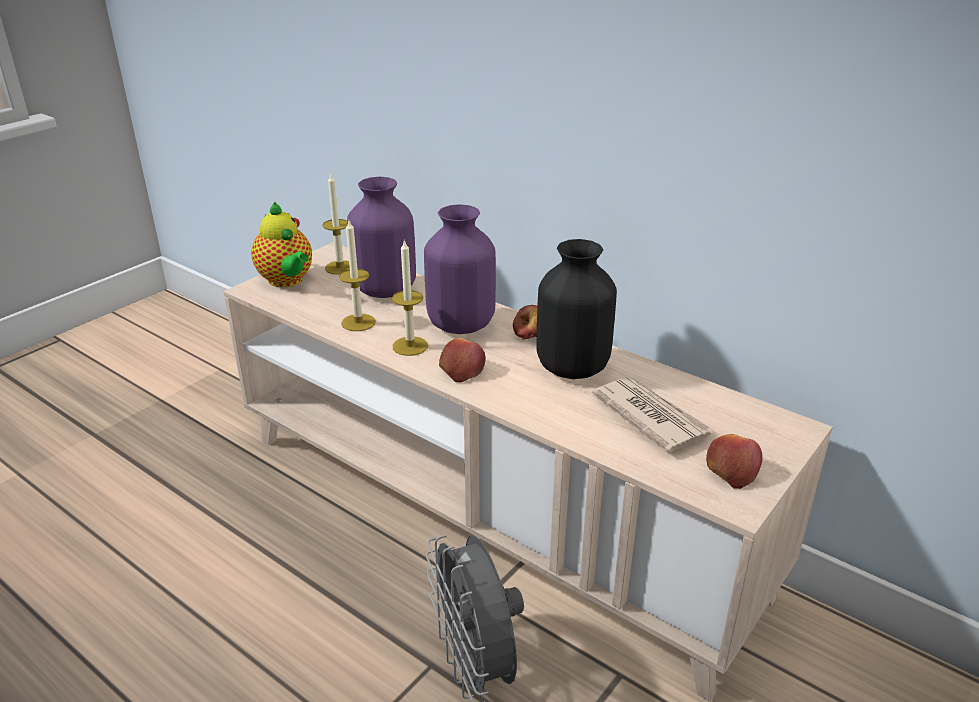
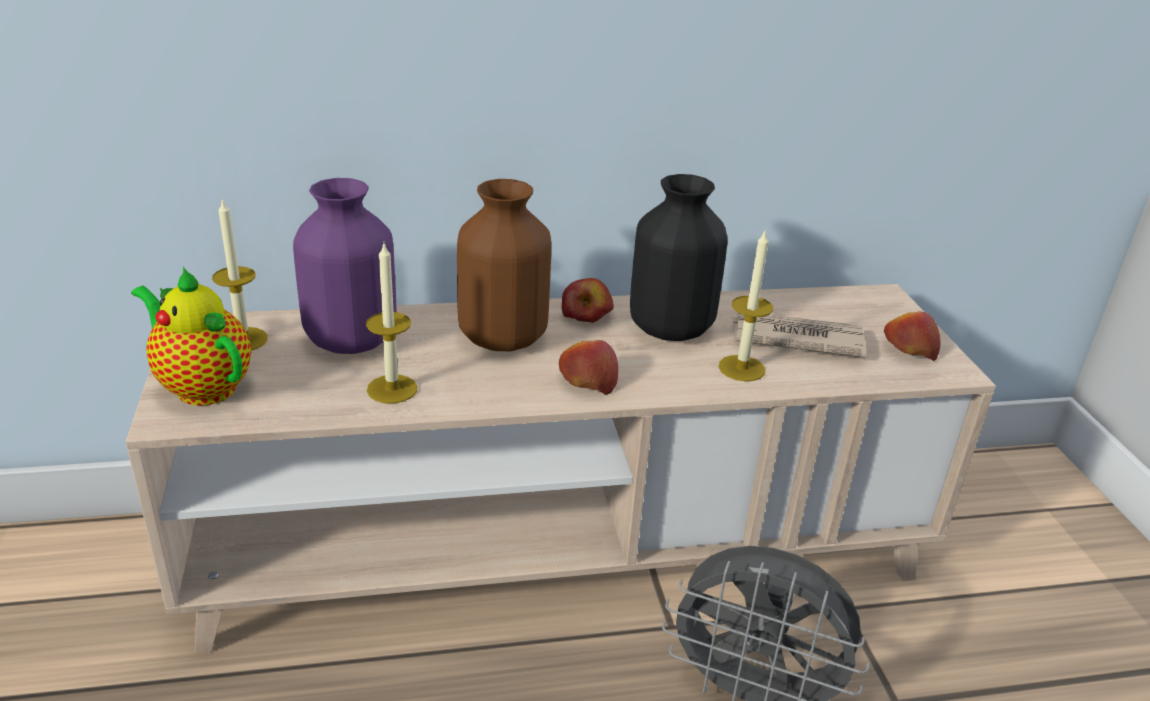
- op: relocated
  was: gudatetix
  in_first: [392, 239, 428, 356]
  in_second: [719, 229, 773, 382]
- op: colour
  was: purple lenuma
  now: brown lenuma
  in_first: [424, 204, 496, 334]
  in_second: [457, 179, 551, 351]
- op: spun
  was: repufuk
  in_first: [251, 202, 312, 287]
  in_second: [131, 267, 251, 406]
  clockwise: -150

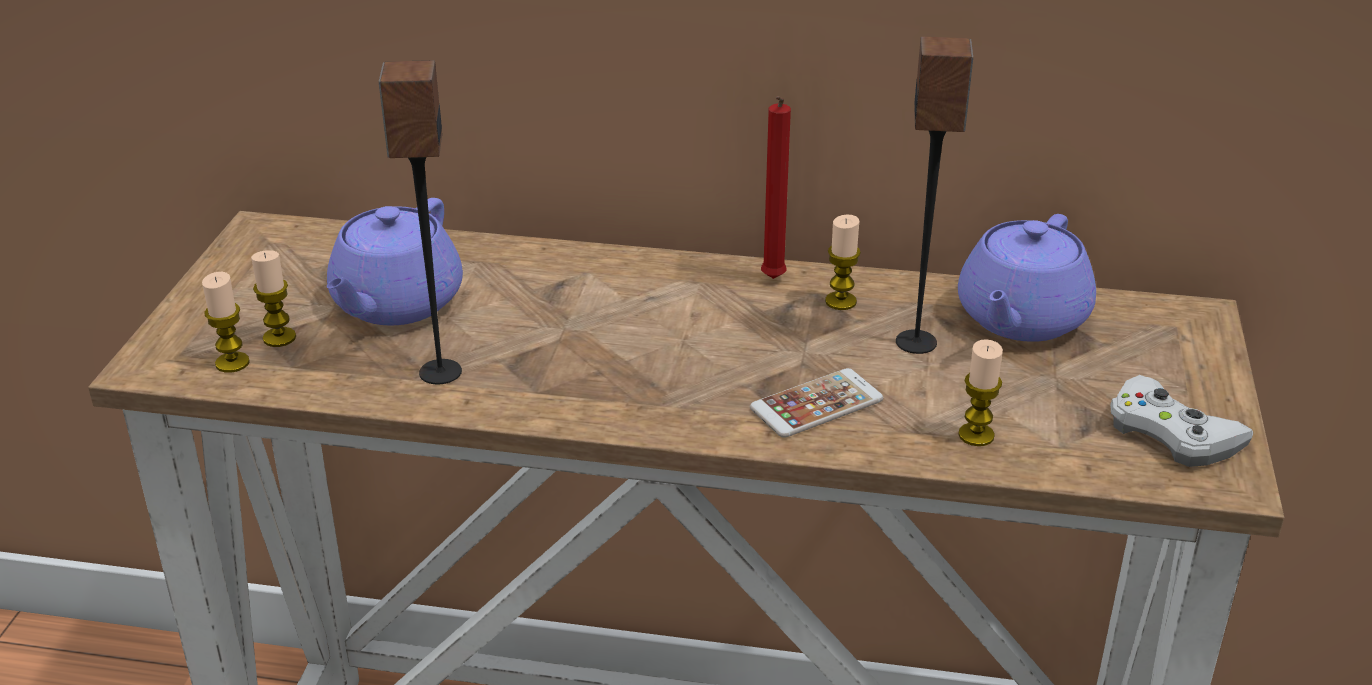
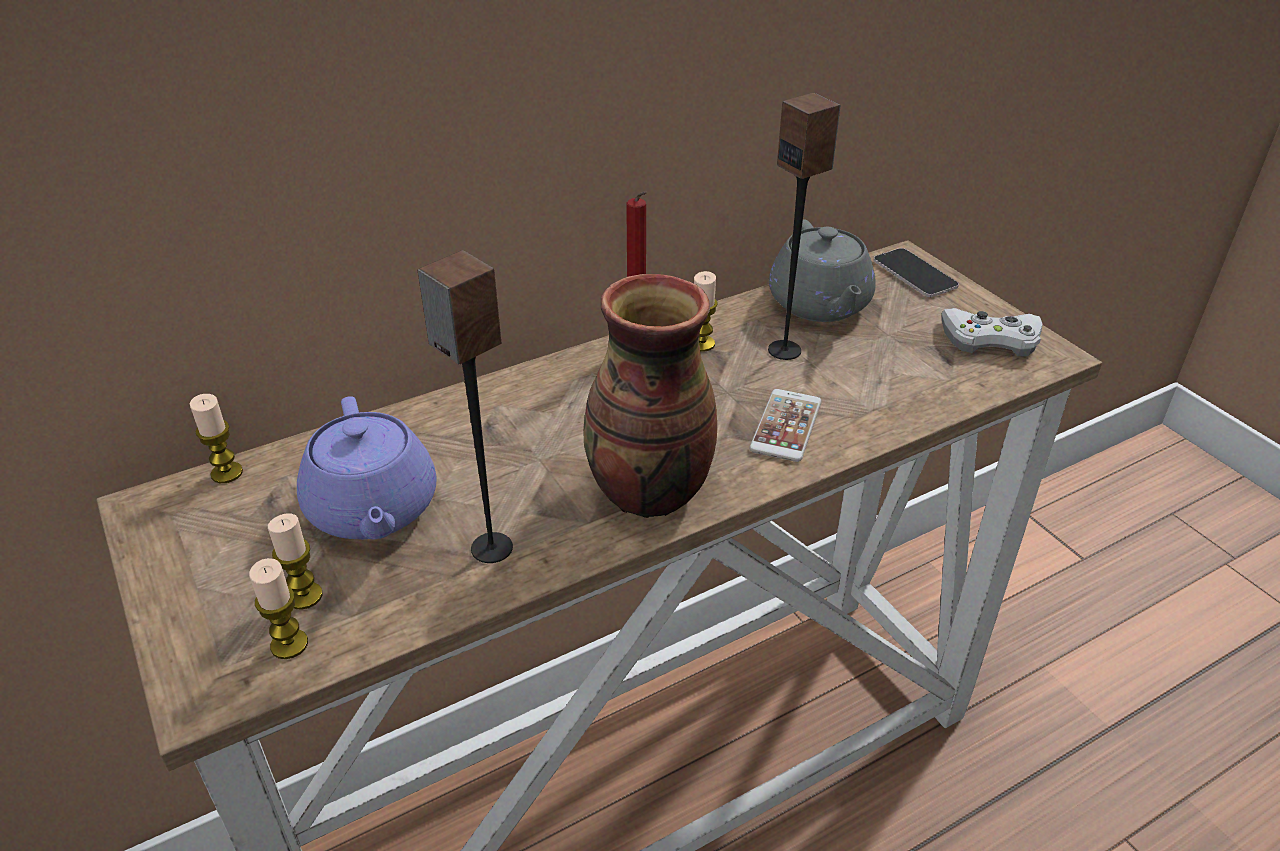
- op: appeared
  now: lenuma
  in_second: [583, 274, 717, 518]
- op: appeared
  now: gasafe
  in_second: [874, 248, 959, 297]
- op: relocated
  was: gudatetix
  in_first: [958, 339, 1003, 446]
  in_second: [190, 394, 243, 483]
- op: colour
  was: purple repufuk
  now: grey repufuk
  in_first: [958, 214, 1096, 342]
  in_second: [769, 219, 876, 322]

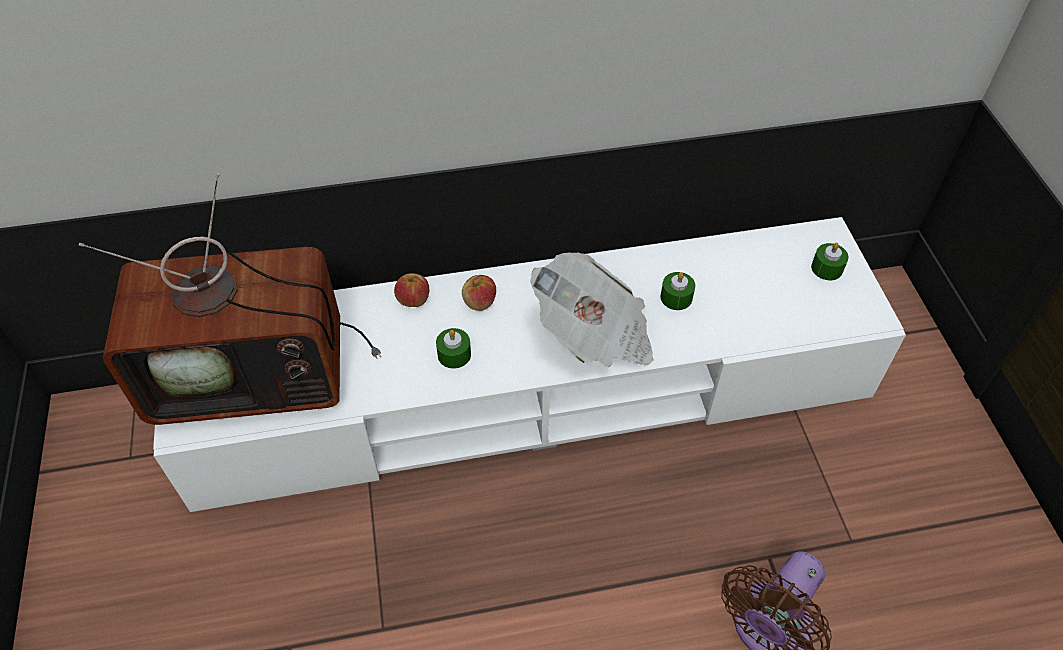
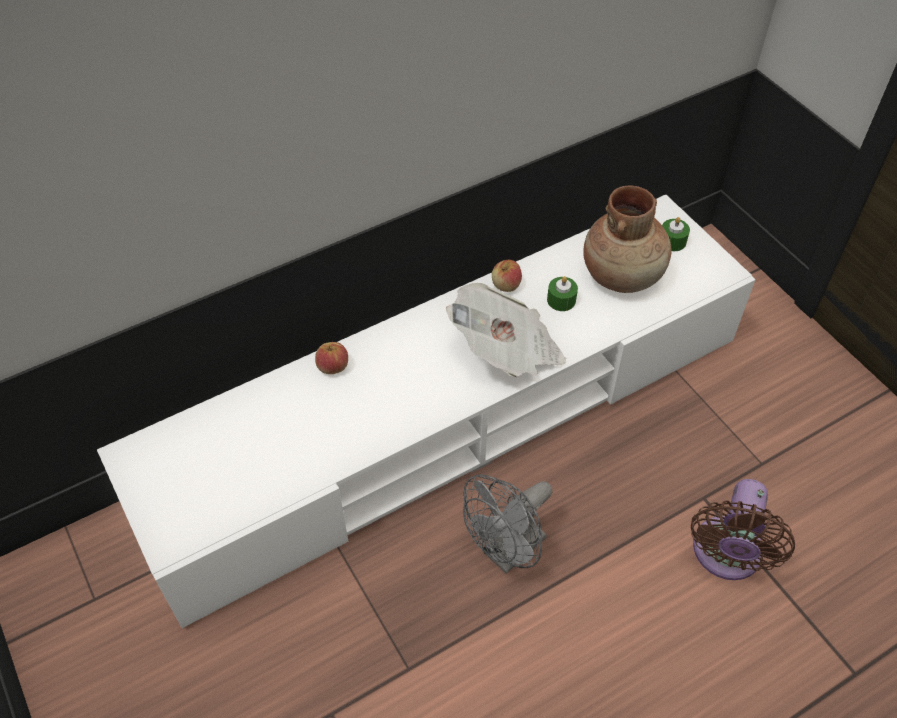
- op: missing
  was: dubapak
  in_first: [79, 173, 381, 425]
- op: missing
  was: green gudatetix
  in_first: [436, 328, 471, 369]
- op: appeared
  now: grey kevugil
  in_second: [463, 474, 553, 574]
- op: appeared
  now: brown lenuma
  in_second: [583, 186, 672, 293]
- op: relocated
  was: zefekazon
  in_first: [462, 275, 496, 311]
  in_second: [492, 260, 522, 292]

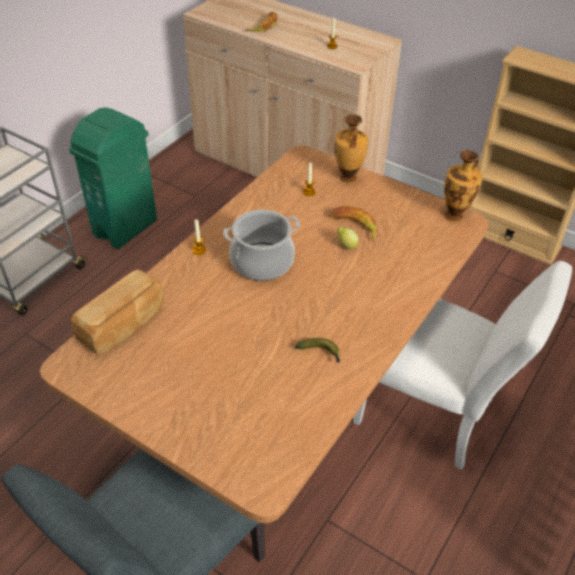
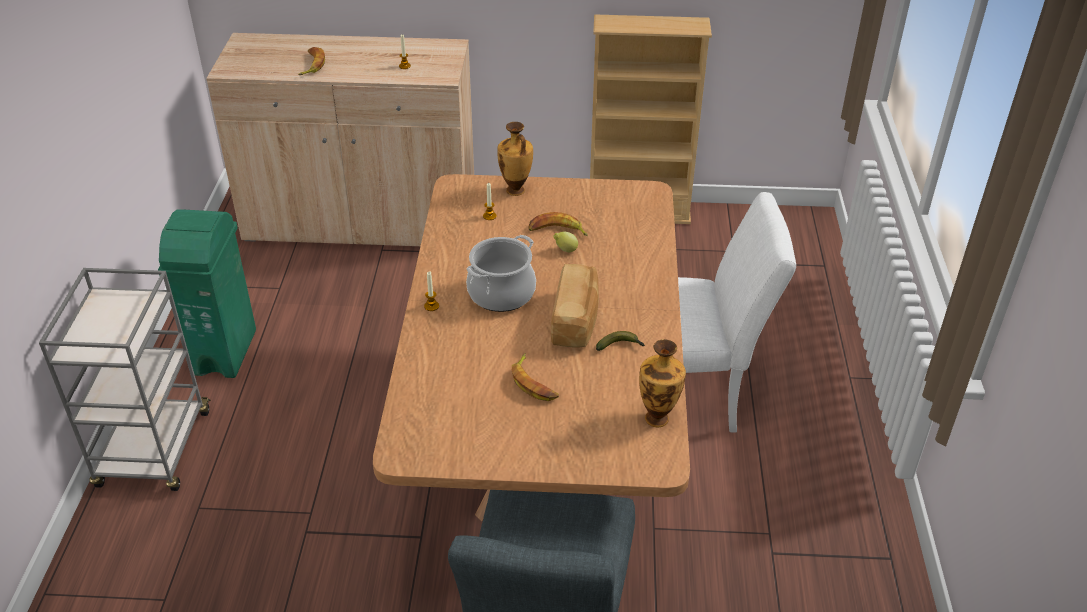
- op: appeared
  now: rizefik
  in_second: [512, 353, 559, 401]
- op: relocated
  was: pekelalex
  in_first: [71, 269, 164, 354]
  in_second: [551, 264, 599, 348]
- op: relocated
  was: lenuma
  in_first: [444, 150, 482, 222]
  in_second: [639, 339, 686, 427]

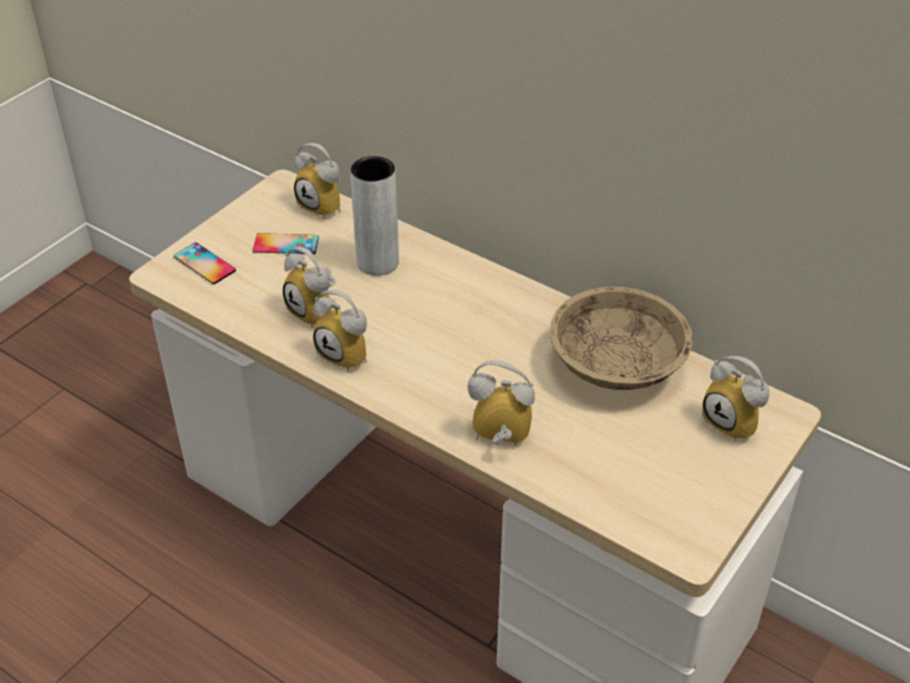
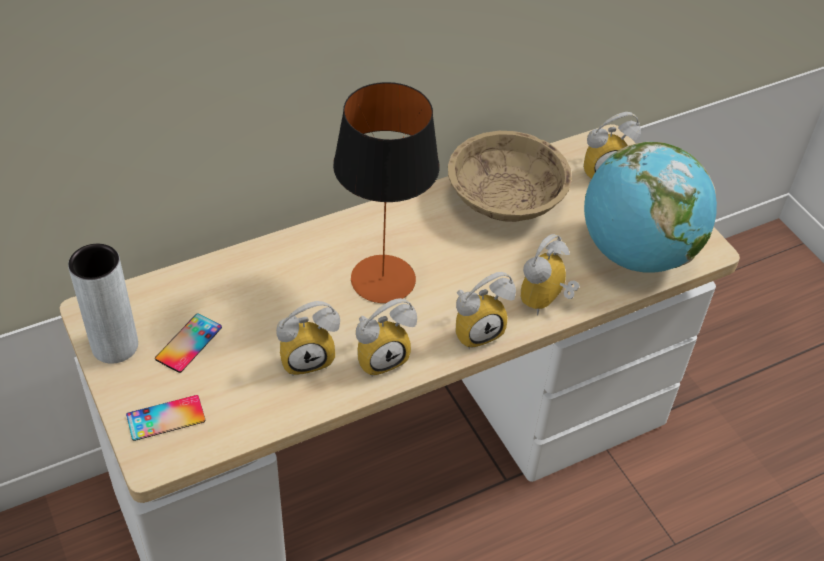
- op: appeared
  now: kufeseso
  in_second: [333, 82, 440, 303]
- op: appeared
  now: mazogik
  in_second: [584, 142, 717, 273]
- op: relocated
  was: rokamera
  in_first: [294, 143, 341, 219]
  in_second: [455, 272, 516, 349]
- op: relocated
  was: grey lenuma
  in_first: [350, 156, 399, 276]
  in_second: [68, 244, 138, 364]

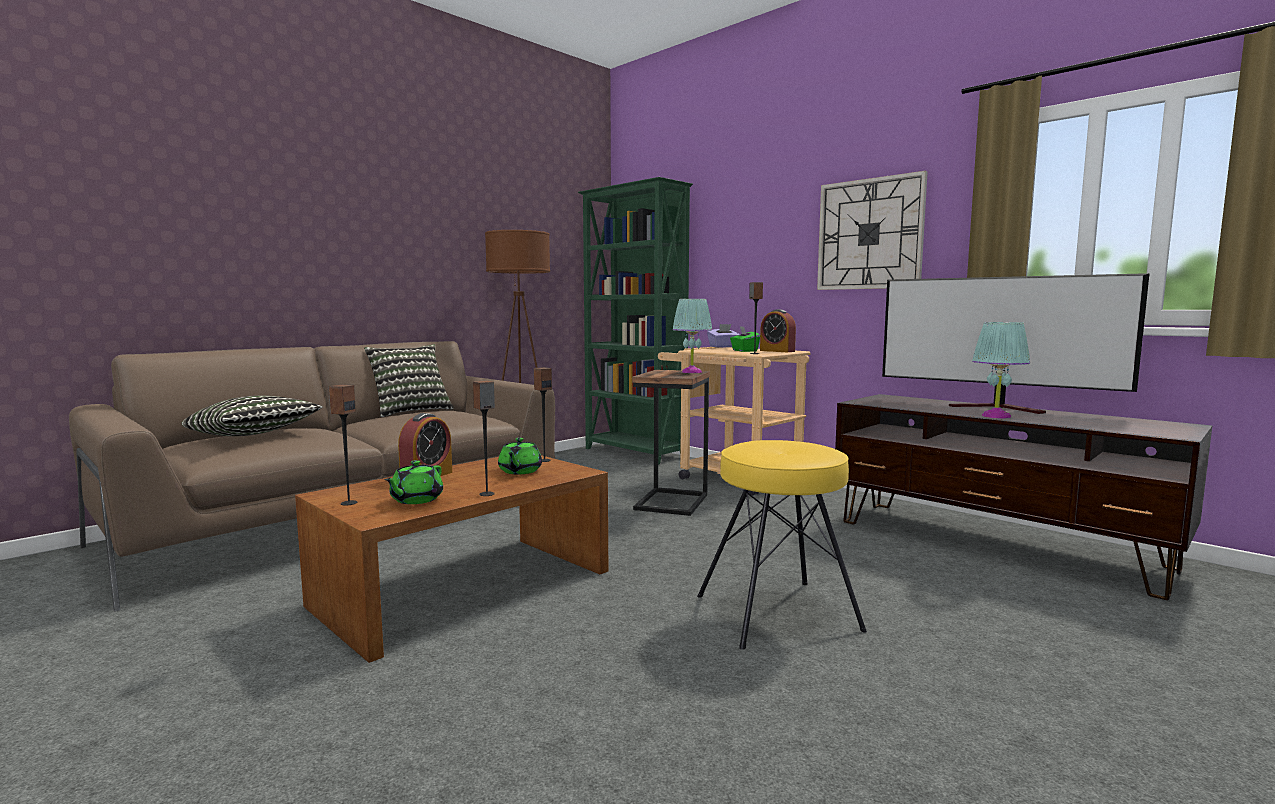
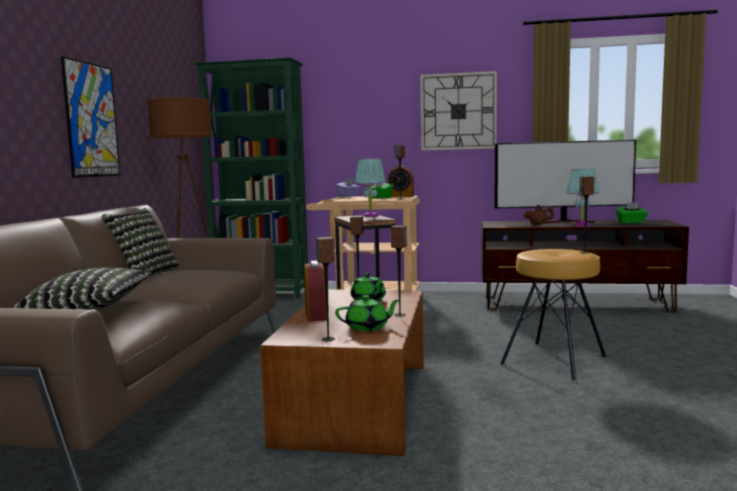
- op: appeared
  now: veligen
  in_second: [61, 56, 120, 178]
- op: appeared
  now: brown repufuk
  in_second: [524, 205, 554, 225]
- op: appeared
  now: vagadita
  in_second: [579, 177, 595, 254]
- op: appeared
  now: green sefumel
  in_second: [616, 202, 648, 223]
- op: colour
  was: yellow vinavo
  now: brown vinavo
  in_first: [697, 440, 867, 650]
  in_second: [500, 249, 607, 380]
- op: spun
  was: green repufuk
  in_first: [385, 460, 443, 504]
  in_second: [335, 295, 400, 331]
  clockwise: -90

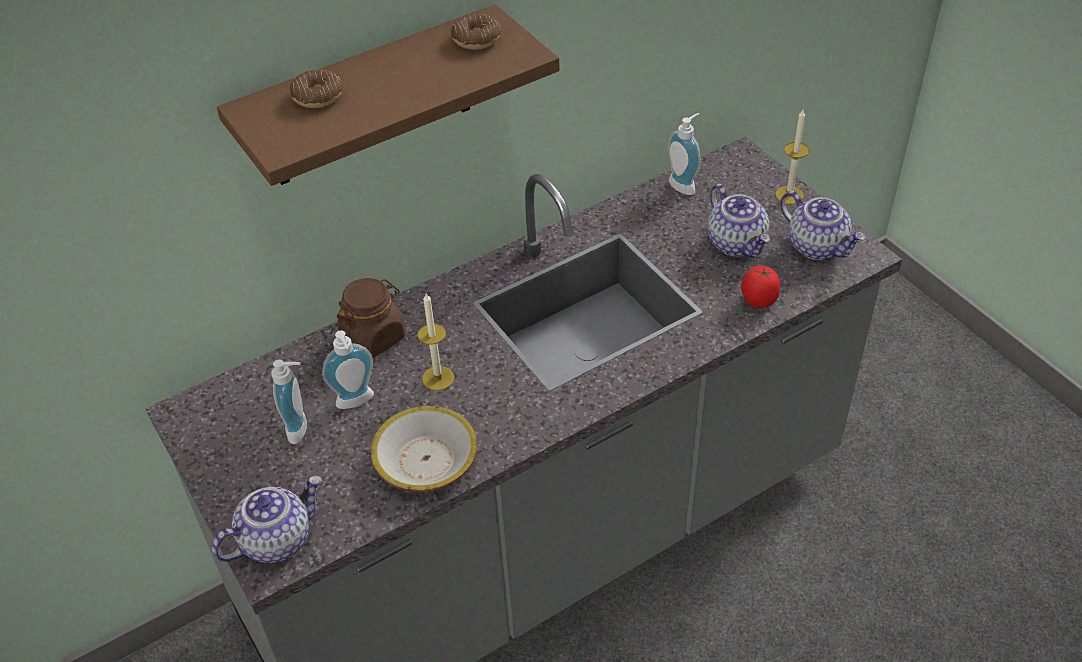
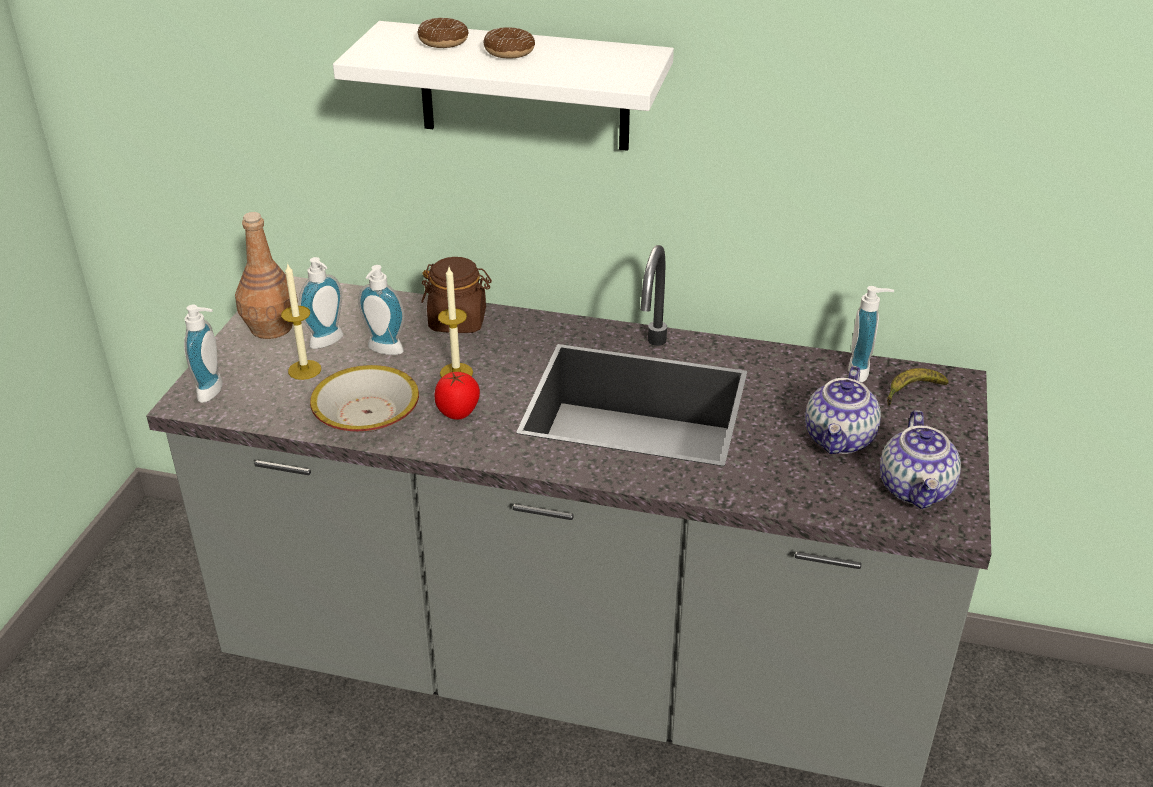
- op: appeared
  now: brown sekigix
  in_second: [235, 212, 298, 339]
- op: appeared
  now: rizefik
  in_second: [887, 368, 949, 406]
- op: relocated
  was: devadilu
  in_first: [451, 14, 501, 50]
  in_second: [483, 27, 535, 59]
- op: relocated
  was: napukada
  in_first: [741, 265, 780, 308]
  in_second: [434, 372, 480, 420]
- op: relocated
  was: gudatetix
  in_first: [776, 110, 809, 204]
  in_second: [281, 263, 321, 380]
- op: exchanged
  was: repufuk
  now: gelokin
  in_first: [212, 476, 322, 563]
  in_second: [184, 305, 223, 403]
- op: colour
  was: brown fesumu
  now: white fesumu
  in_first: [217, 4, 560, 186]
  in_second: [333, 21, 674, 151]

